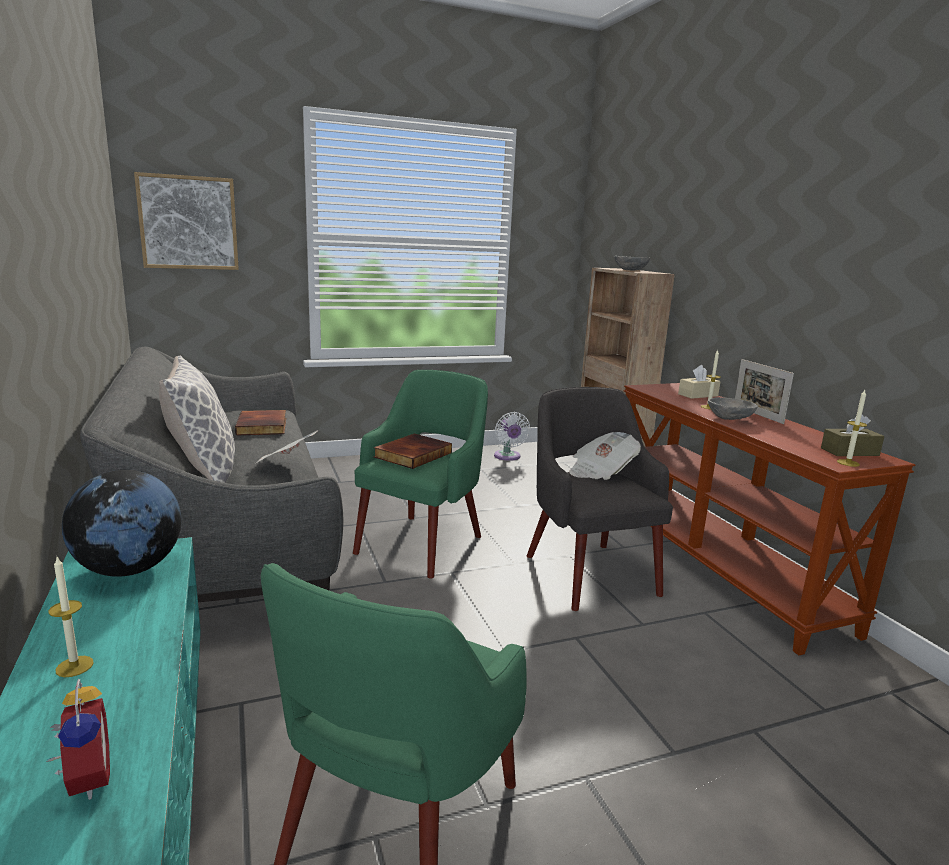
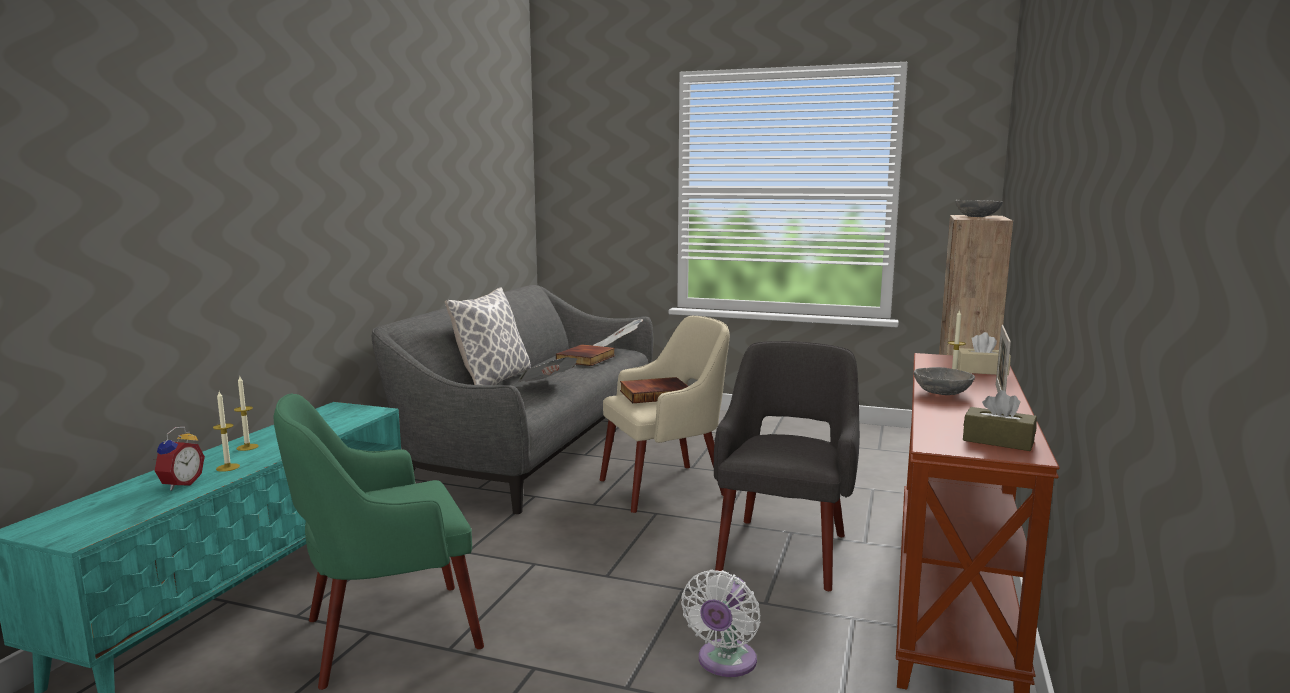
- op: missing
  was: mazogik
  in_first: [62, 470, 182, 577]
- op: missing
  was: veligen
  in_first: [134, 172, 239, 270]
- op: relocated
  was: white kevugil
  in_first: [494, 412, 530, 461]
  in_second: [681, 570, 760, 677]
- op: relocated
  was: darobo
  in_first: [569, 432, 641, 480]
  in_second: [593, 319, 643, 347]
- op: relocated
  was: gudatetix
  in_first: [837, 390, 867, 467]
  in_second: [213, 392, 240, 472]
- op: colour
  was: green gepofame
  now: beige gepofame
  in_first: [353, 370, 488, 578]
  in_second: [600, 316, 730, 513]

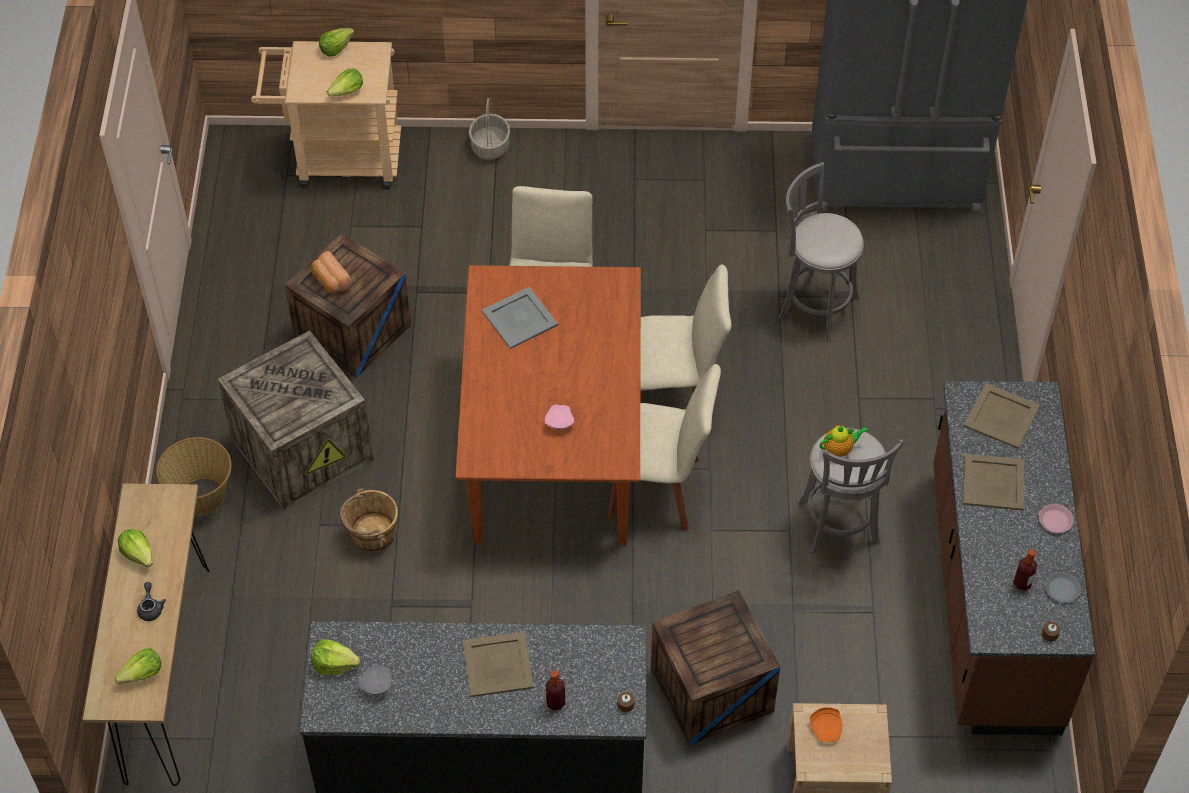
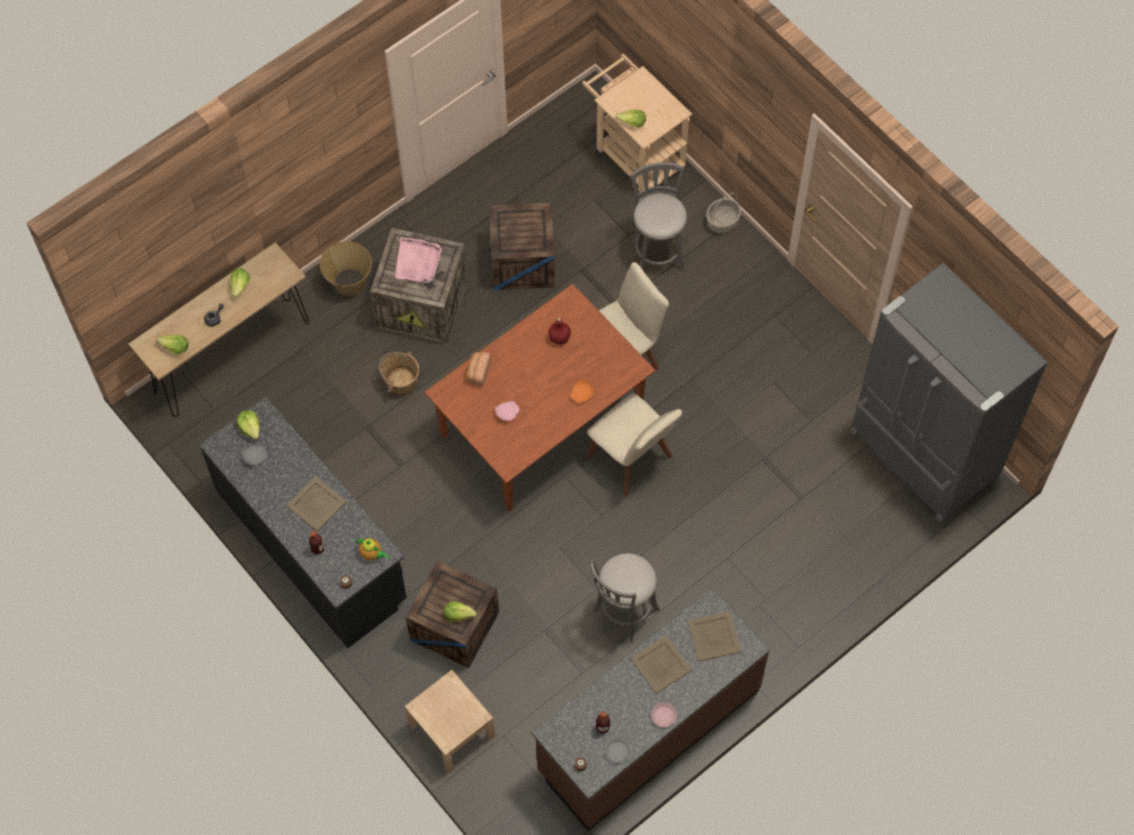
- op: missing
  was: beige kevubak
  in_first: [607, 364, 721, 531]
- op: appeared
  now: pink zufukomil
  in_second: [395, 237, 442, 283]
- op: relocated
  was: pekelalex
  in_first: [311, 251, 352, 293]
  in_second: [466, 352, 491, 387]
- op: relocated
  was: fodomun
  in_first: [319, 28, 354, 56]
  in_second: [444, 601, 477, 622]
- op: relocated
  was: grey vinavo
  in_first: [778, 162, 864, 342]
  in_second: [630, 162, 687, 271]
- op: relocated
  was: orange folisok
  in_first: [810, 707, 842, 742]
  in_second: [570, 380, 594, 403]
- op: relocated
  was: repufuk
  in_first: [819, 425, 868, 457]
  in_second: [356, 538, 390, 560]
- op: exchanged
  was: grey zufukomil
  now: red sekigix
  in_first: [482, 287, 558, 349]
  in_second: [548, 318, 571, 344]

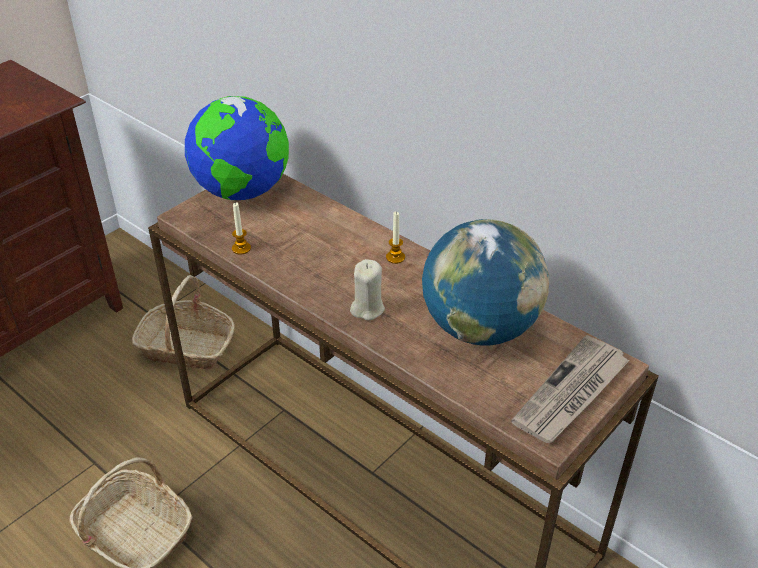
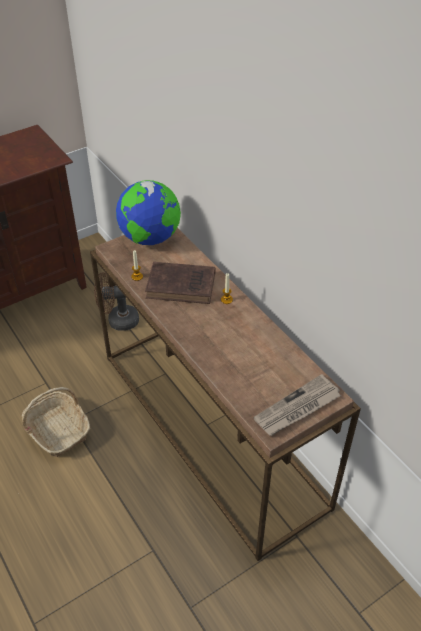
- op: missing
  was: beige gudatetix
  in_first: [350, 259, 385, 320]
- op: missing
  was: mazogik
  in_first: [422, 219, 549, 345]
- op: appeared
  now: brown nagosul
  in_second: [145, 262, 216, 304]
- op: exchanged
  was: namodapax
  now: brown kevugil
  in_first: [132, 275, 235, 370]
  in_second: [94, 272, 139, 331]

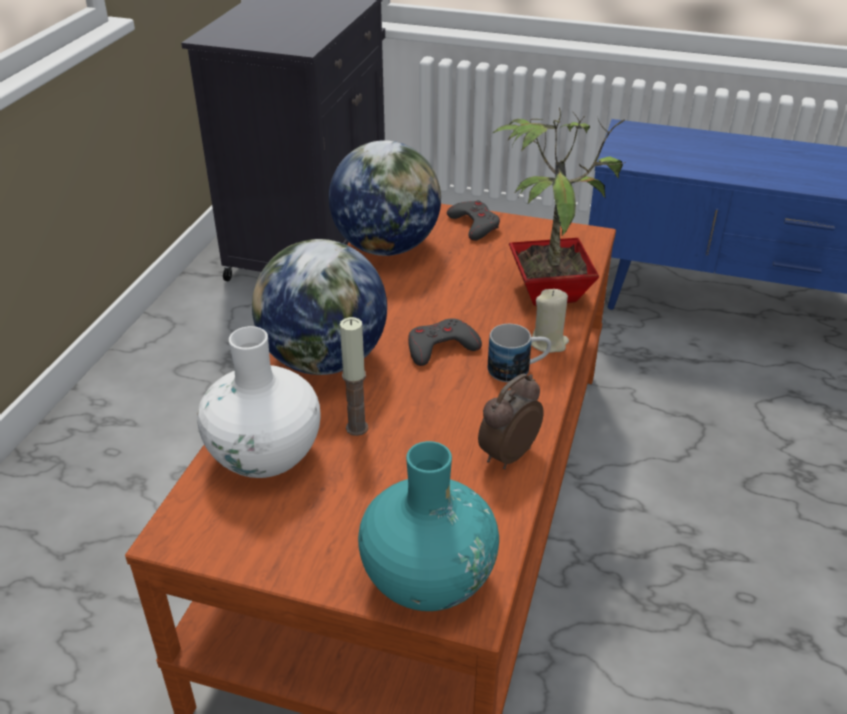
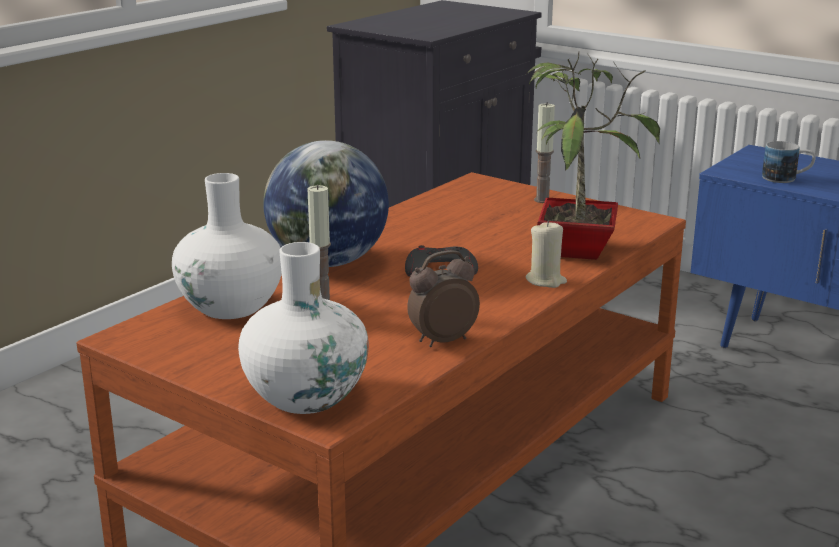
- op: missing
  was: mazogik
  in_first: [329, 140, 441, 256]
- op: relocated
  was: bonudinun
  in_first: [488, 324, 551, 382]
  in_second: [762, 141, 816, 183]
- op: exchanged
  was: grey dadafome
  now: gudatetix
  in_first: [447, 200, 500, 241]
  in_second: [534, 102, 555, 203]
- op: colour
  was: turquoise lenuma
  now: white lenuma
  in_first: [358, 441, 499, 611]
  in_second: [238, 242, 369, 414]

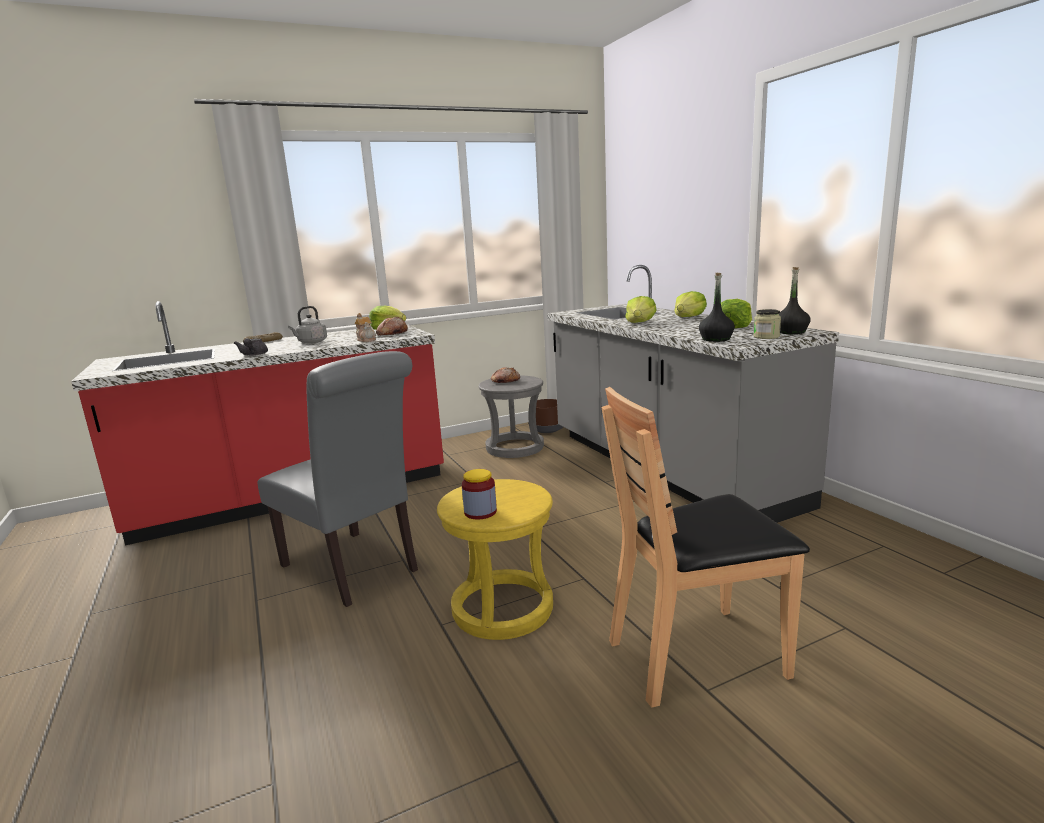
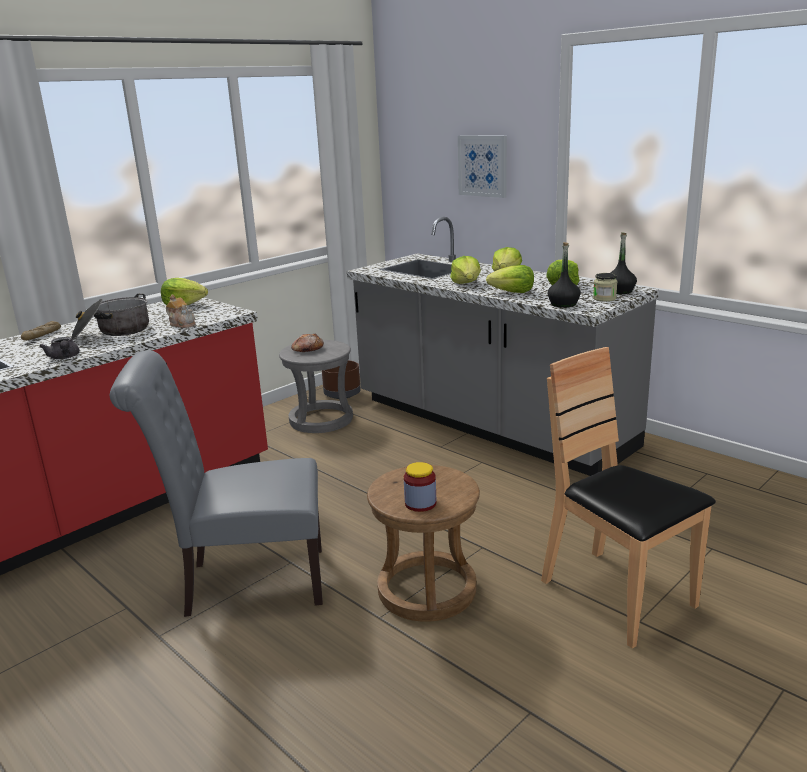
- op: missing
  was: pekelalex
  in_first: [376, 317, 408, 336]
- op: appeared
  now: veligen
  in_second: [458, 136, 507, 198]
- op: appeared
  now: fodomun
  in_second: [486, 265, 534, 293]
- op: exchanged
  was: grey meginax
  now: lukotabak
  in_first: [288, 306, 327, 344]
  in_second: [71, 294, 149, 340]
- op: colour
  was: yellow vinavo
  now: brown vinavo
  in_first: [437, 479, 553, 640]
  in_second: [367, 465, 480, 622]
- op: spun
  was: grey kevubak
  in_first: [257, 351, 418, 607]
  in_second: [110, 350, 323, 617]
  clockwise: 150
- op: spun
  was: brown kevubak
  in_first: [602, 387, 810, 708]
  in_second: [541, 347, 716, 649]
  clockwise: 90

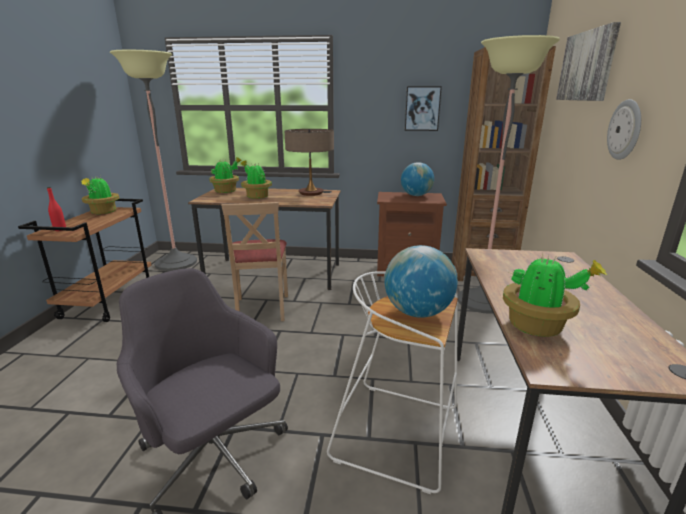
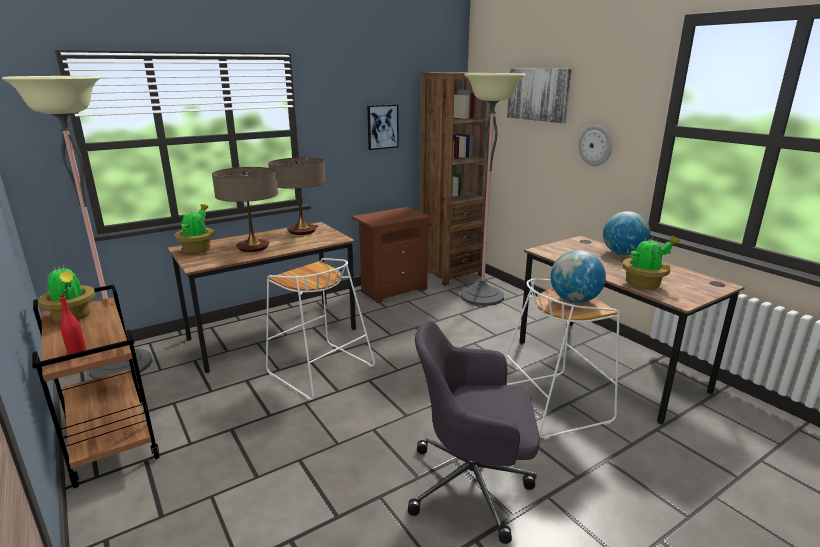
- op: relocated
  was: mazogik
  in_first: [401, 162, 434, 196]
  in_second: [603, 211, 650, 255]
- op: exchanged
  was: beige kevubak
  now: white vinavo
  in_first: [221, 202, 288, 321]
  in_second: [266, 258, 375, 401]
- op: exchanged
  was: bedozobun
  now: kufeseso
  in_first: [241, 160, 272, 199]
  in_second: [212, 167, 278, 252]

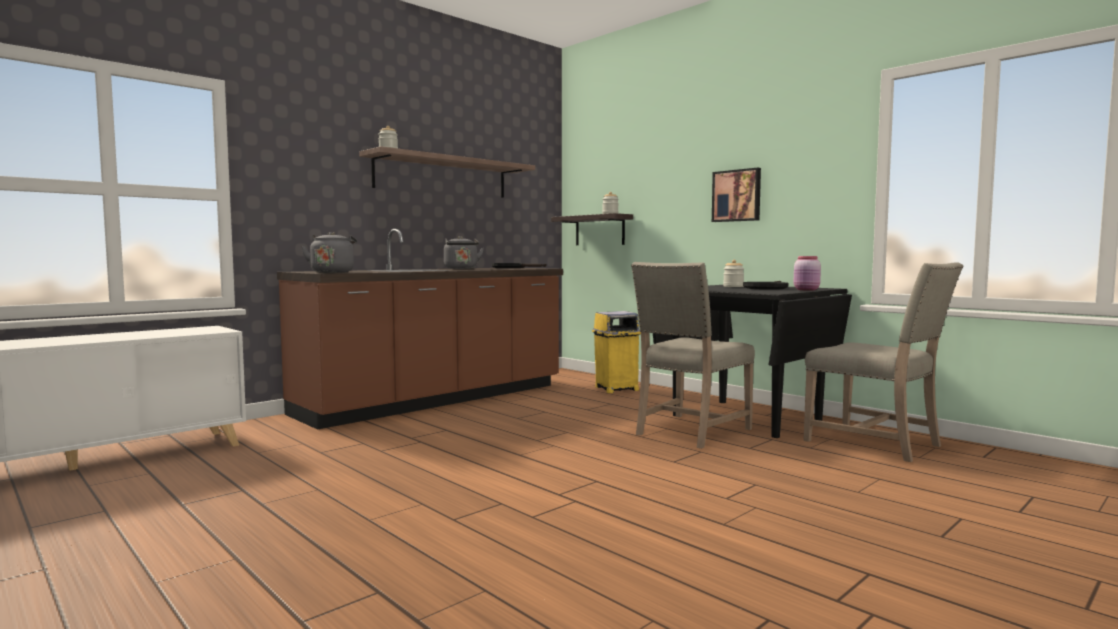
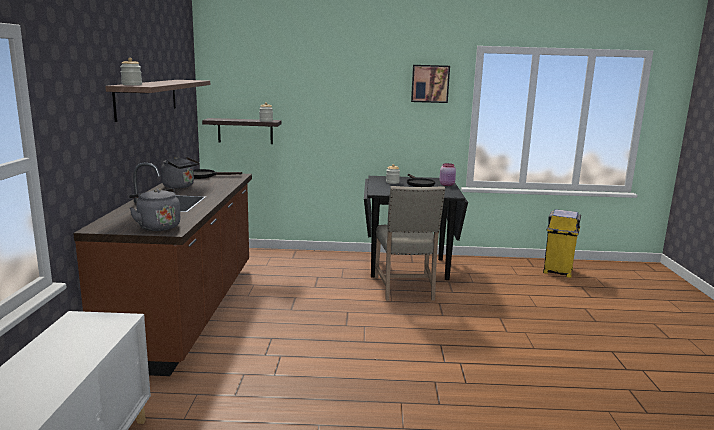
- op: missing
  was: beige kevubak
  in_first: [803, 262, 963, 462]
- op: relocated
  was: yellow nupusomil
  in_first: [592, 311, 641, 393]
  in_second: [543, 209, 581, 278]
- op: relocated
  was: veligen
  in_first: [712, 168, 761, 222]
  in_second: [411, 65, 450, 103]

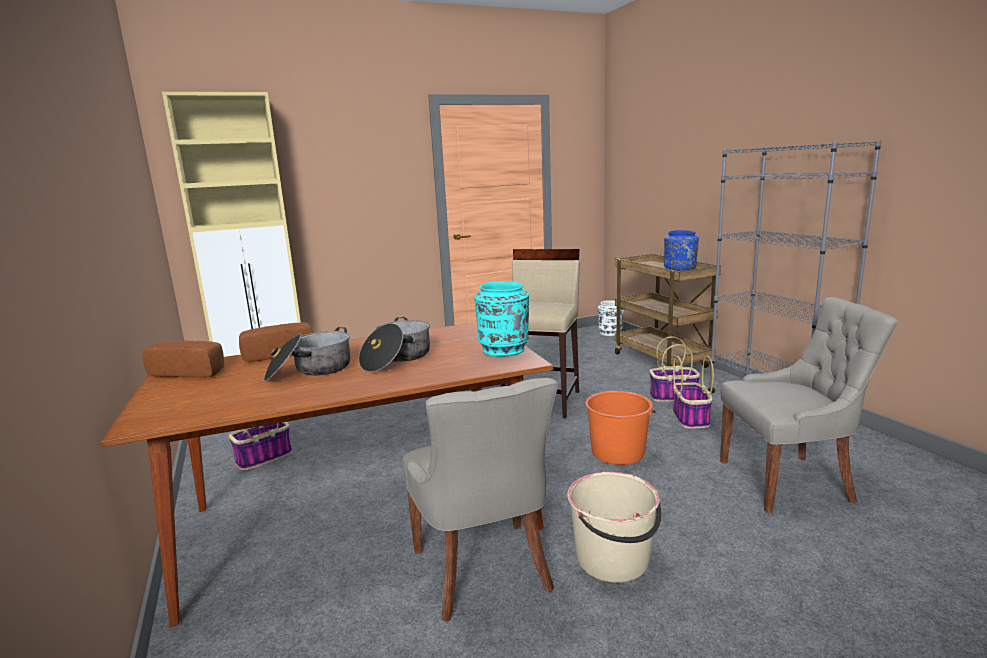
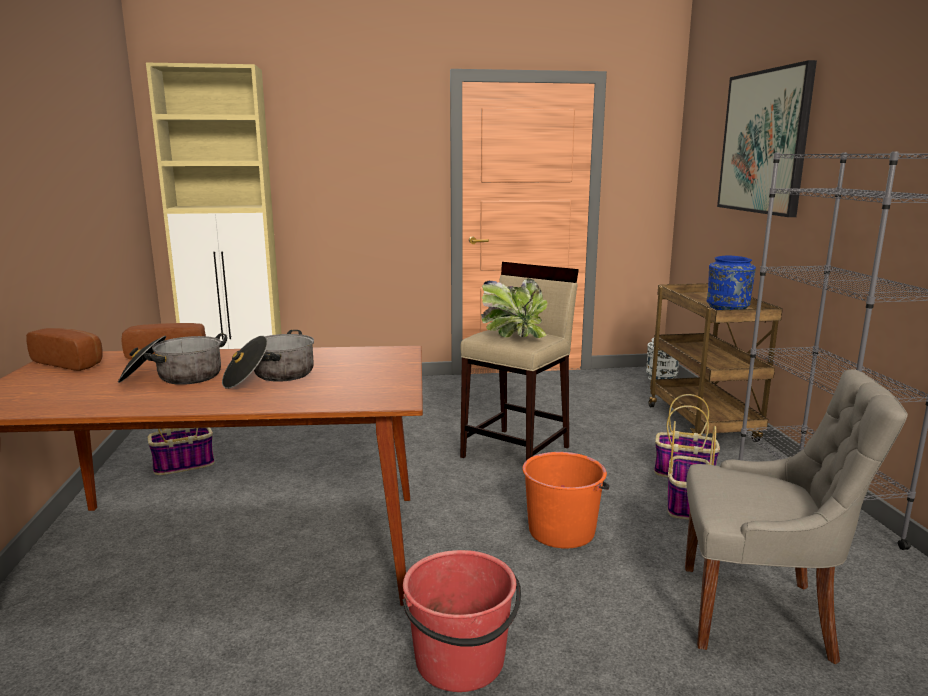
- op: missing
  was: grey kevubak
  in_first: [402, 378, 558, 622]
- op: missing
  was: turquoise lenuma
  in_first: [474, 281, 529, 357]
- op: appeared
  now: bedozobun
  in_second: [481, 278, 548, 338]
- op: appeared
  now: veligen
  in_second: [717, 60, 817, 217]
- op: colour
  was: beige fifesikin
  now: red fifesikin
  in_first: [567, 472, 661, 583]
  in_second: [402, 550, 521, 692]

